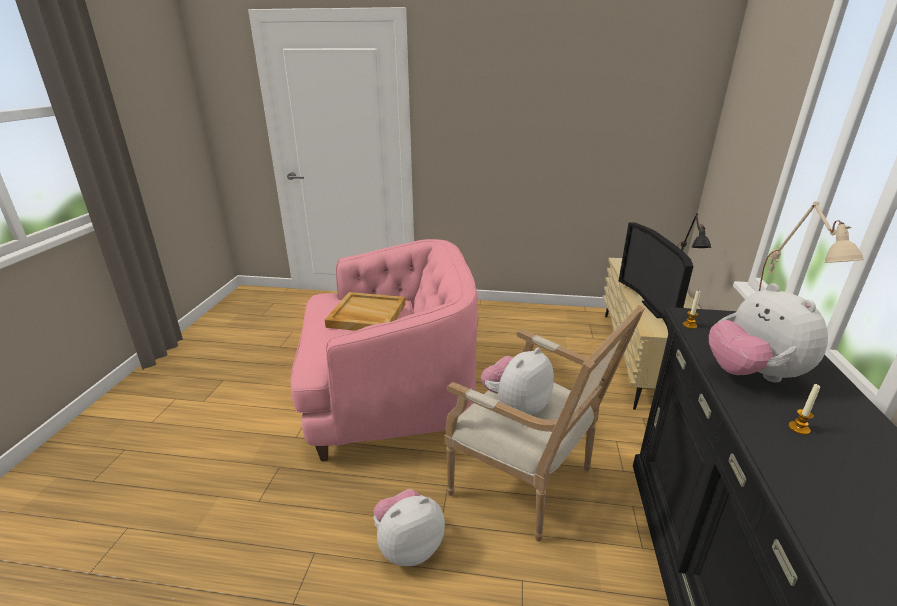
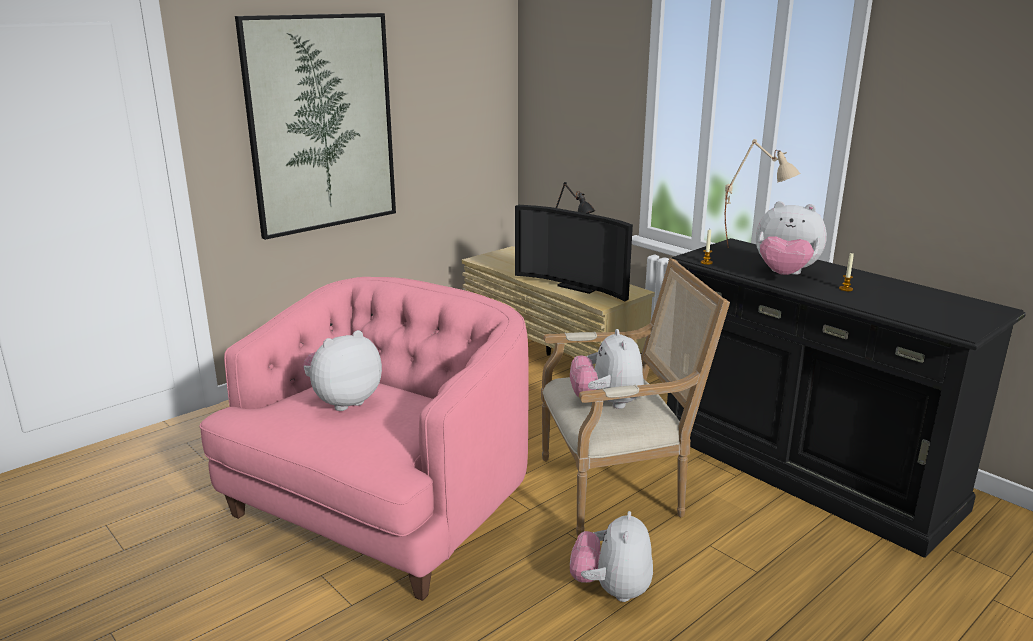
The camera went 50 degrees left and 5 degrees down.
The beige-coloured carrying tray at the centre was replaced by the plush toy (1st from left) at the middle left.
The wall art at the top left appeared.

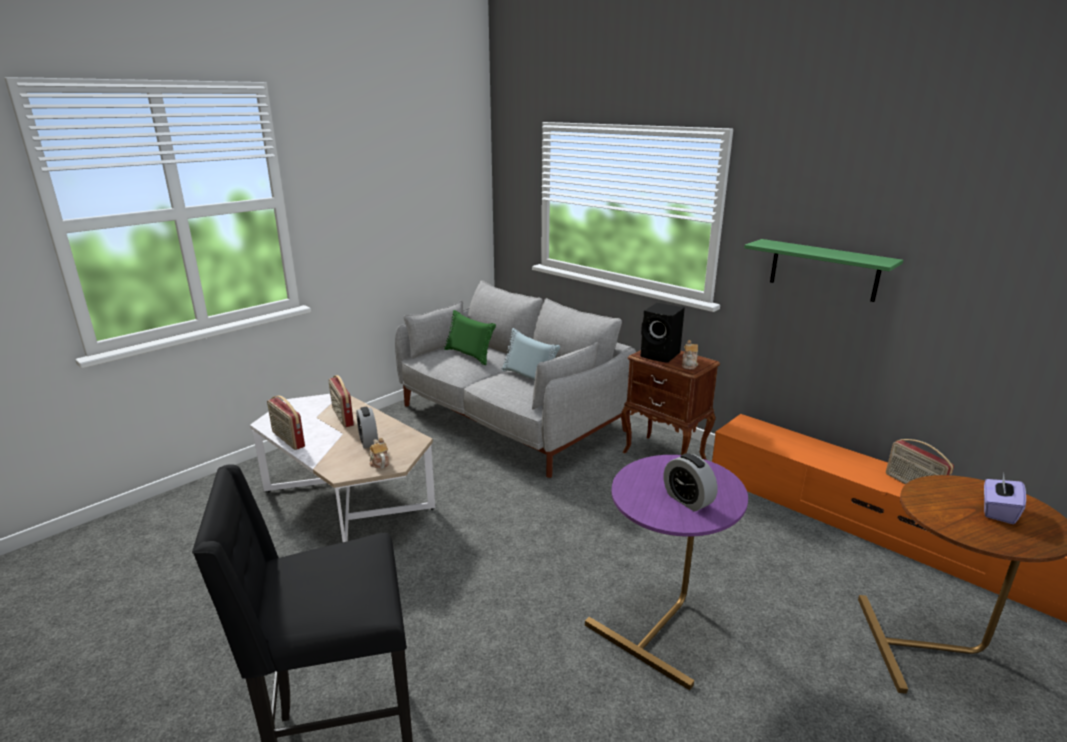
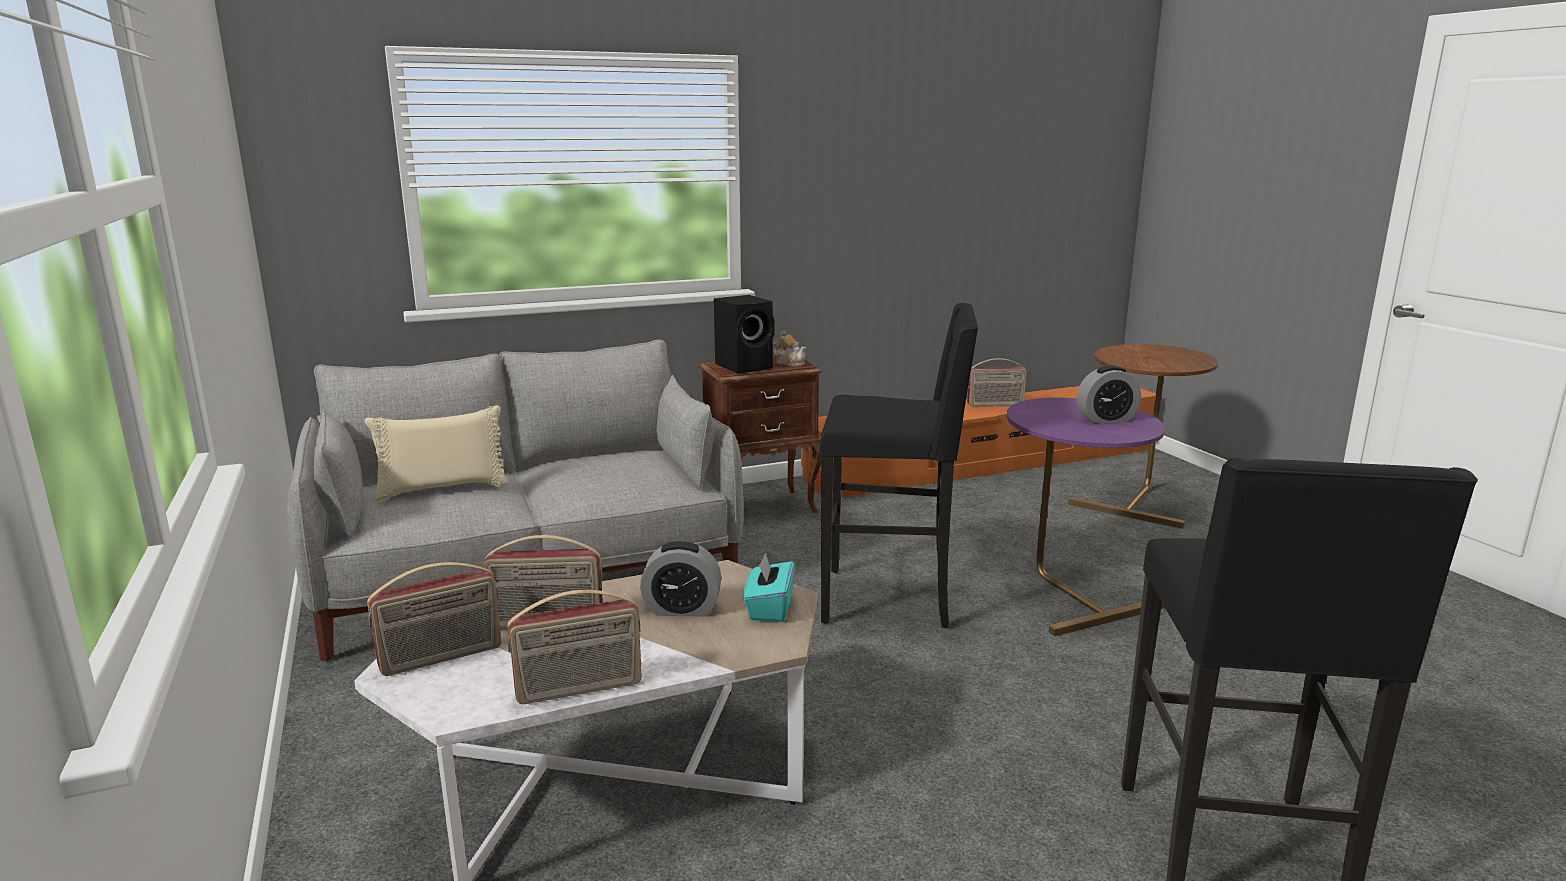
The camera went 65 degrees left and 5 degrees down.
The green-coloured wall shelf at the middle right disappeared.
The green-coloured cushion at the centre became the beige-coloured cushion at the middle left.
The blue cushion at the centre disappeared.
The tea pot (1st from left) at the centre was replaced by the turquoise tissue box at the centre.
The purple tissue box at the bottom right disappeared.
The blackish sitting stool (1st from left) at the centre appeared.
The radio set (1st from left) at the bottom left appeared.

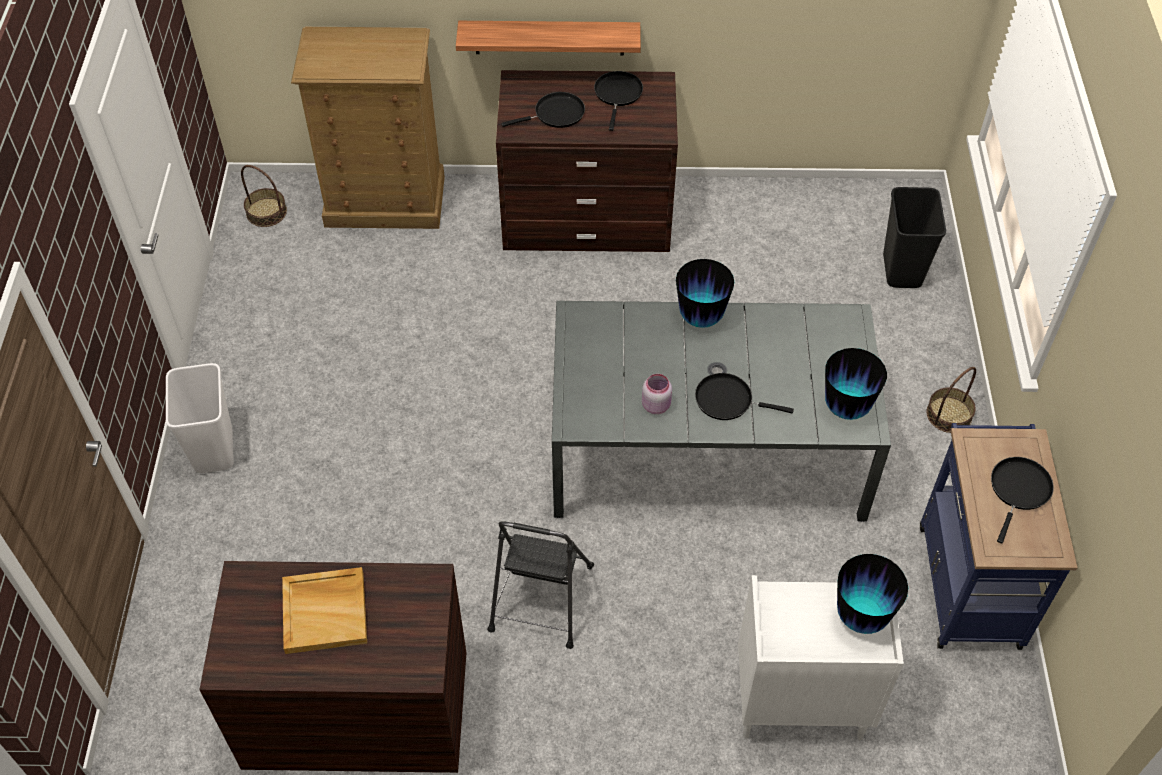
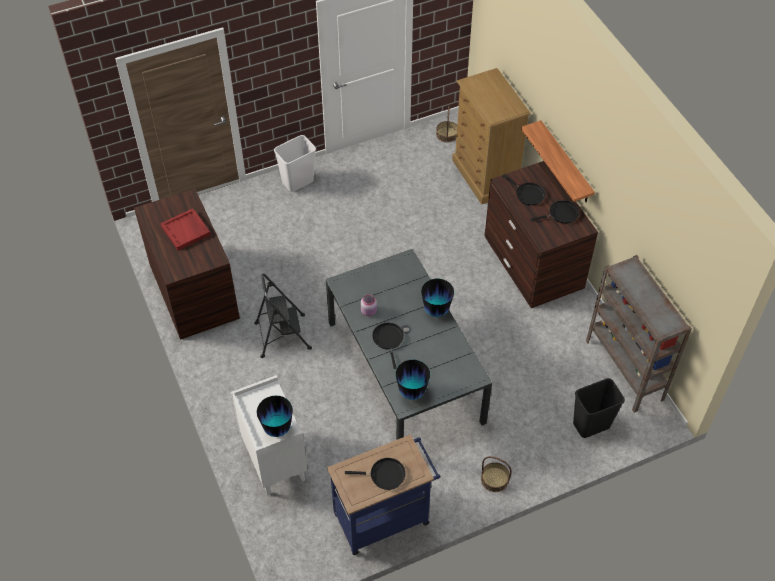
The camera went 65 degrees right and 0 degrees up.
The beige-coloured carrying tray at the bottom left became the red carrying tray at the middle left.
The greyish bookcase at the middle right appeared.

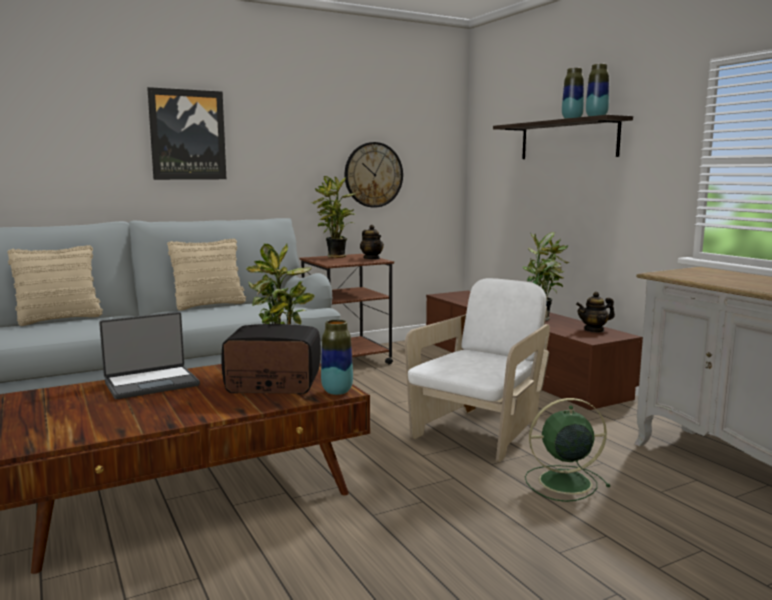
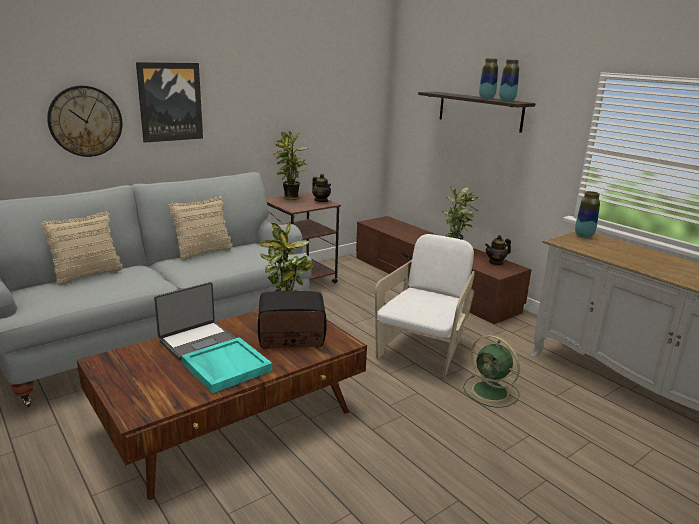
The camera went 10 degrees left and 10 degrees up.
The wall clock moved from the top centre to the top left.
The flower vase (1st from left in the first image) moved from the centre to the middle right.
The green-coloured cooling fan at the bottom right turned 120 degrees counterclockwise.
The turquoise carrying tray at the bottom left appeared.

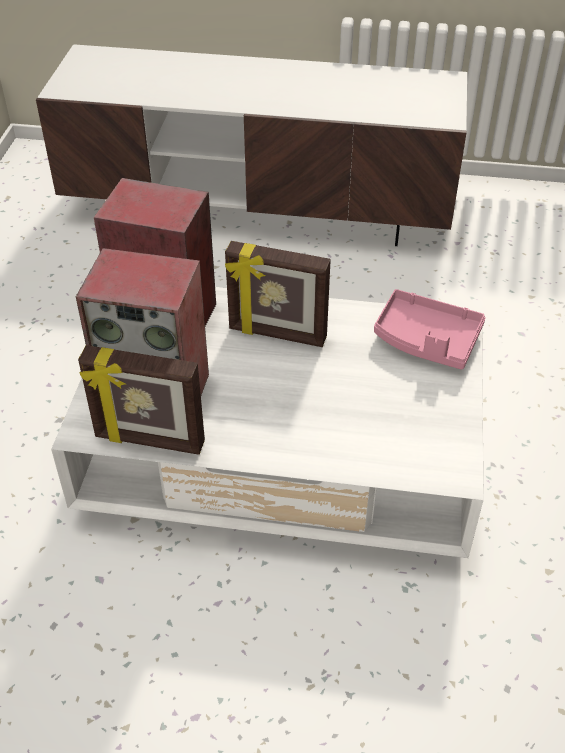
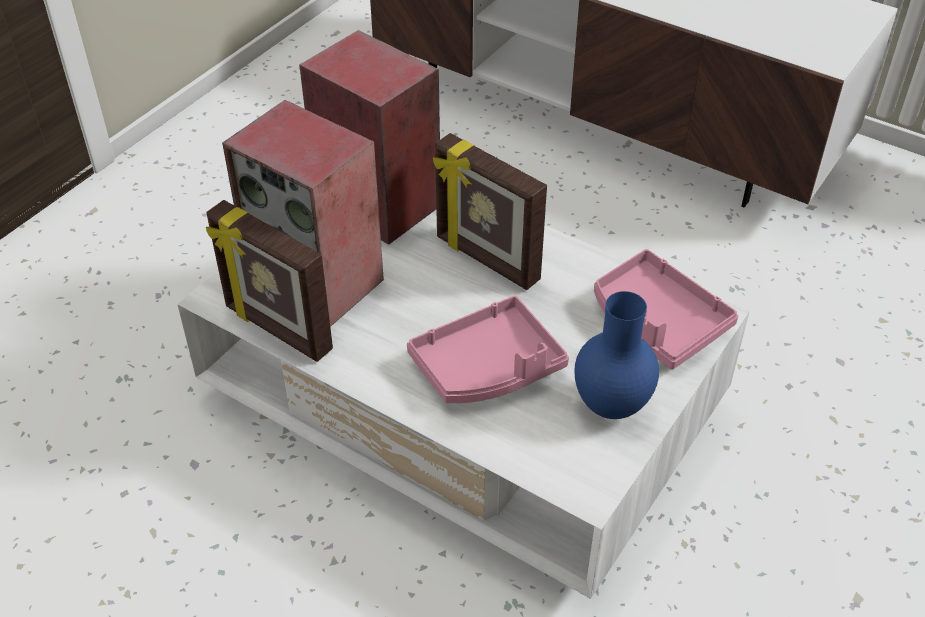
The camera went 25 degrees right and 0 degrees up.
The blue flower vase at the centre appeared.
The pink-coloured carrying tray (1st from left) at the centre appeared.

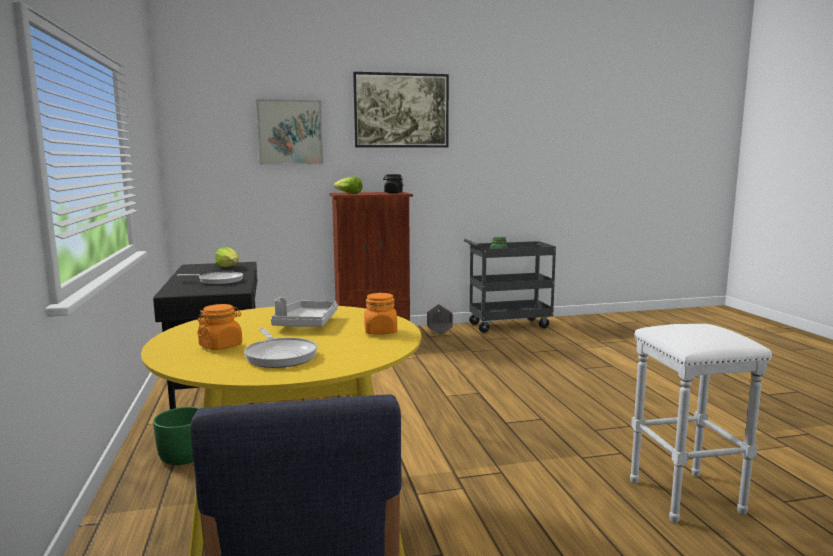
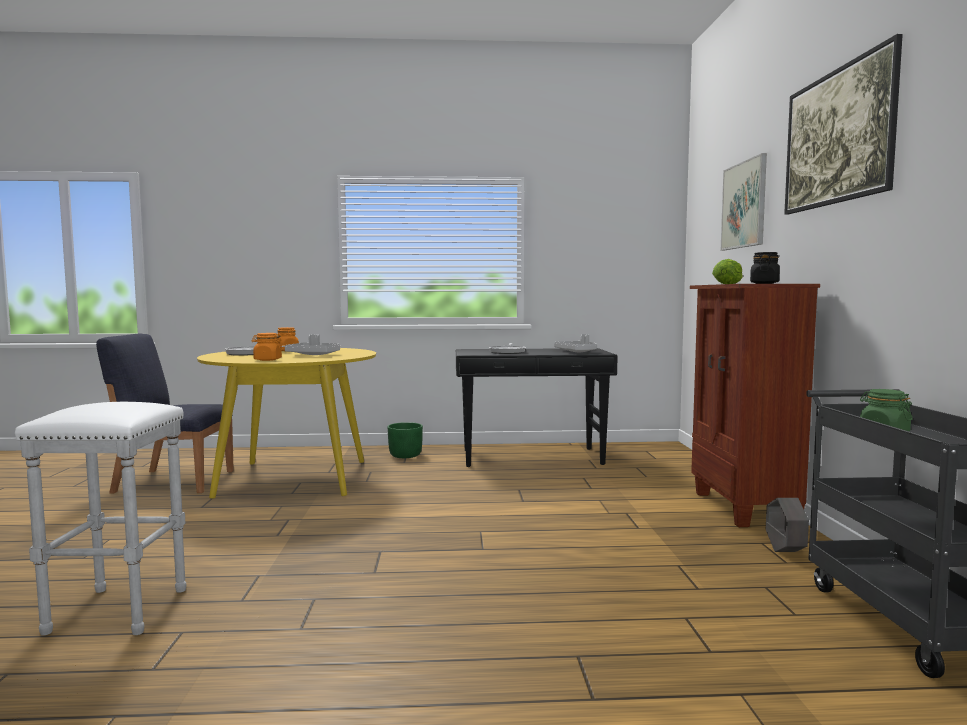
The camera went 100 degrees right and 5 degrees down.
The lettuce (1st from left) at the middle left was replaced by the greyish carrying tray (2nd from left) at the centre.

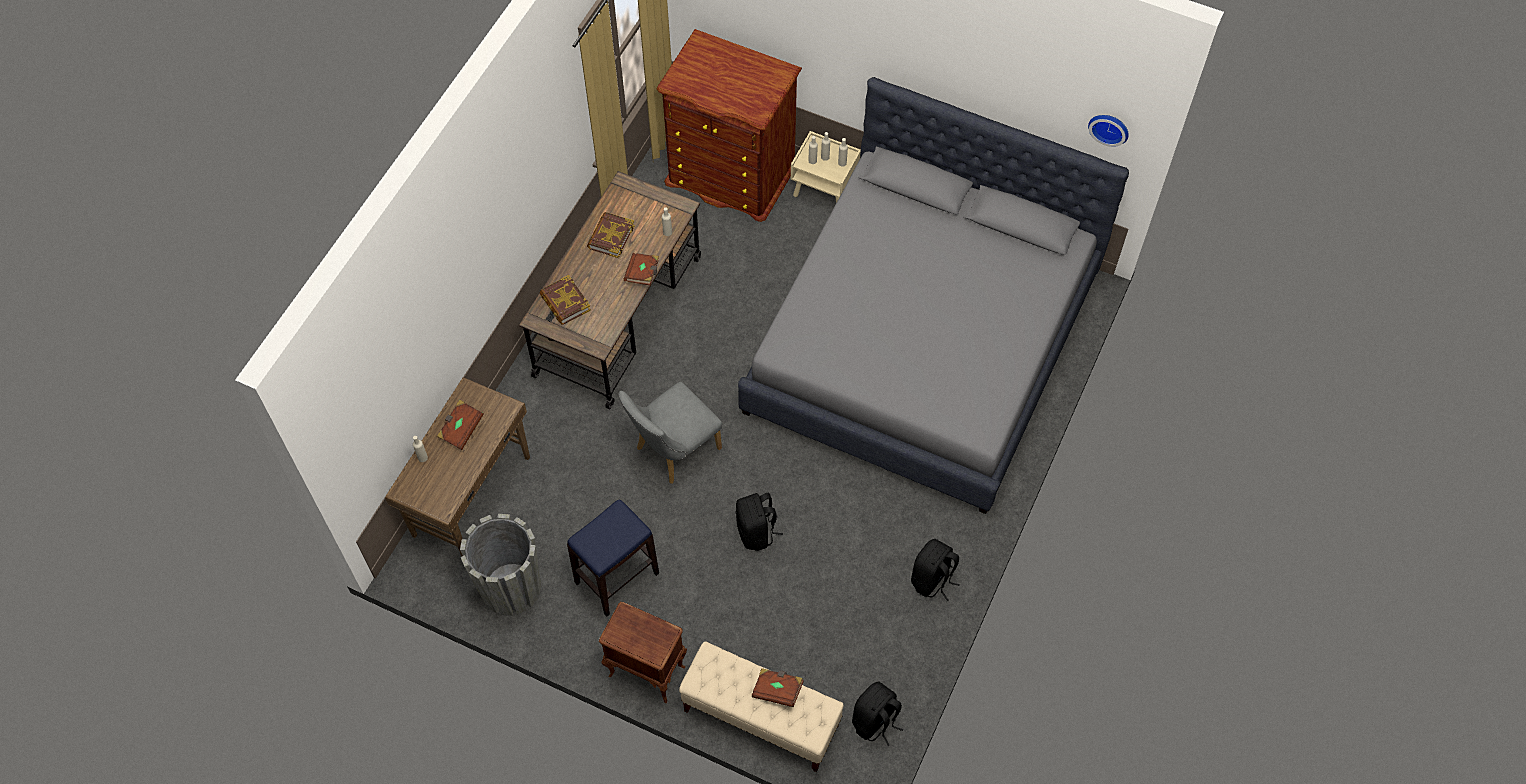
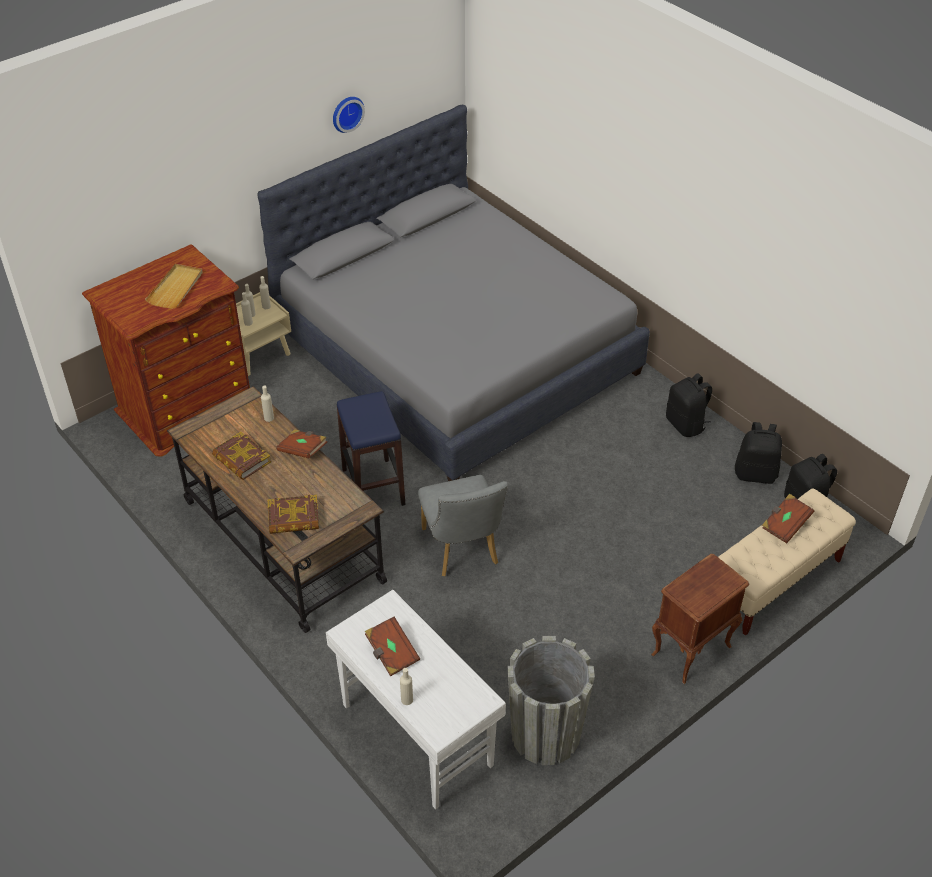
The camera went 65 degrees left and 15 degrees down.
The wall clock moved from the top right to the top centre.
The brown-coloured hall table at the middle left became the white hall table at the bottom centre.
The blackish knapsack (1st from left in the first image) moved from the centre to the middle right.
The sitting stool moved from the bottom centre to the centre.
The beige-coloured carrying tray at the top left appeared.

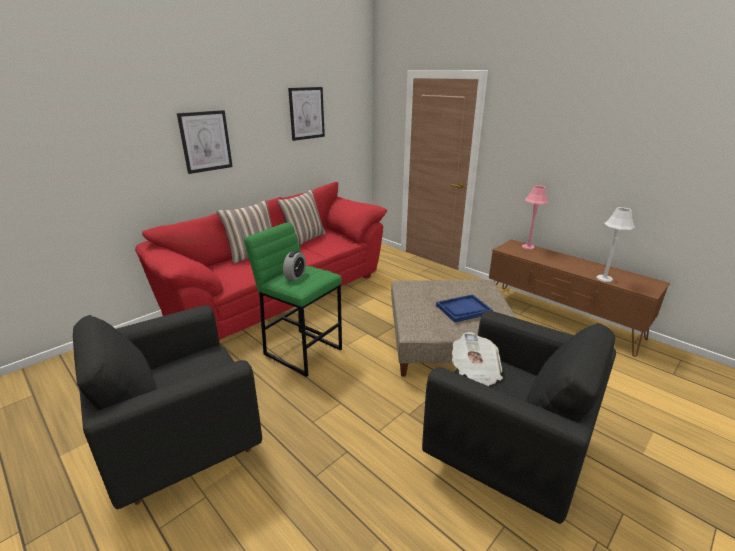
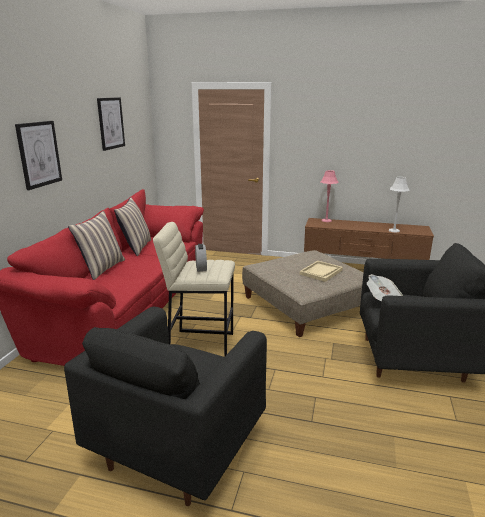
The camera went 30 degrees left and 5 degrees down.
The green-coloured sitting stool at the centre became the beige-coloured sitting stool at the centre.
The blue carrying tray at the centre became the beige-coloured carrying tray at the centre.

